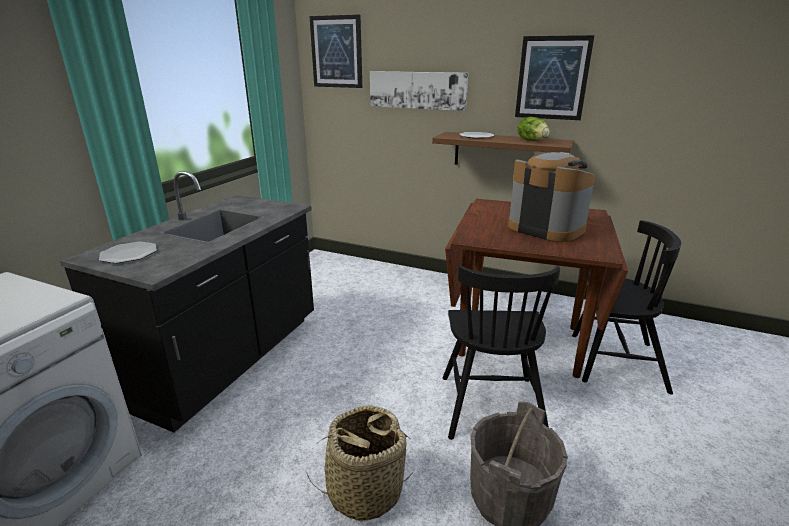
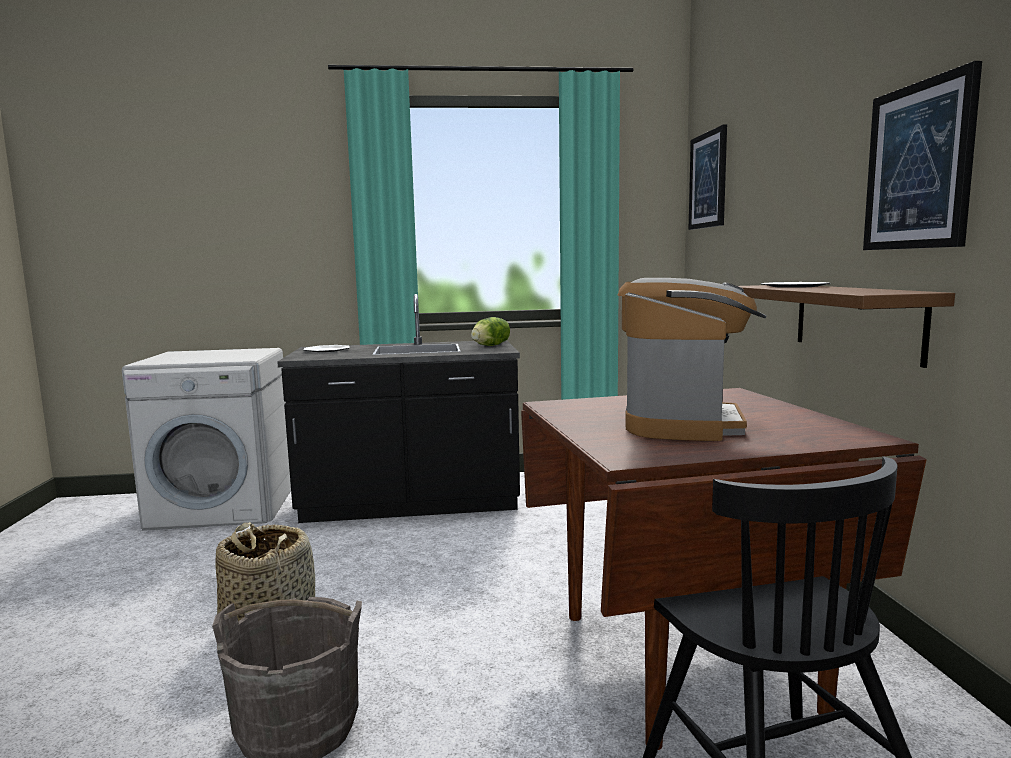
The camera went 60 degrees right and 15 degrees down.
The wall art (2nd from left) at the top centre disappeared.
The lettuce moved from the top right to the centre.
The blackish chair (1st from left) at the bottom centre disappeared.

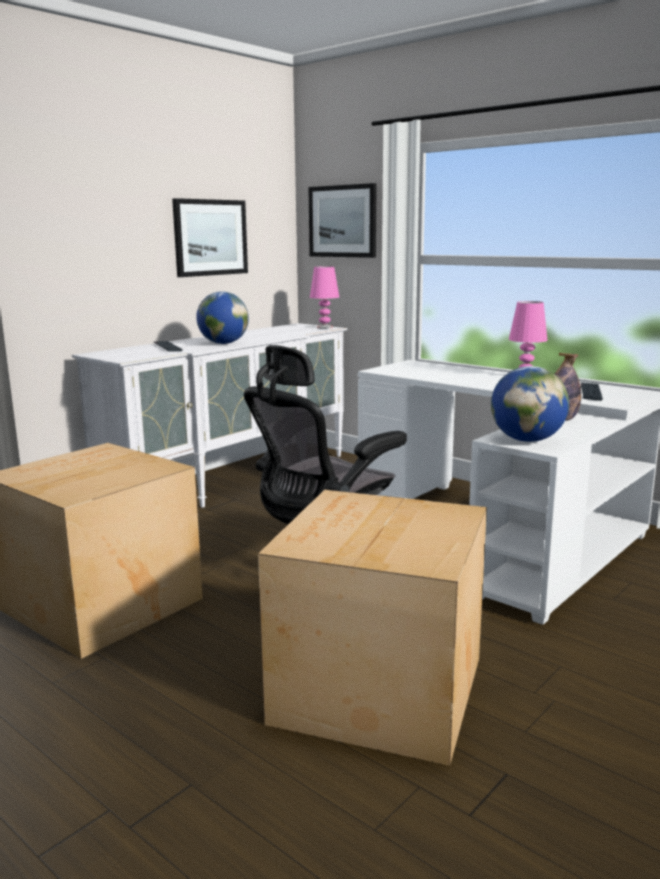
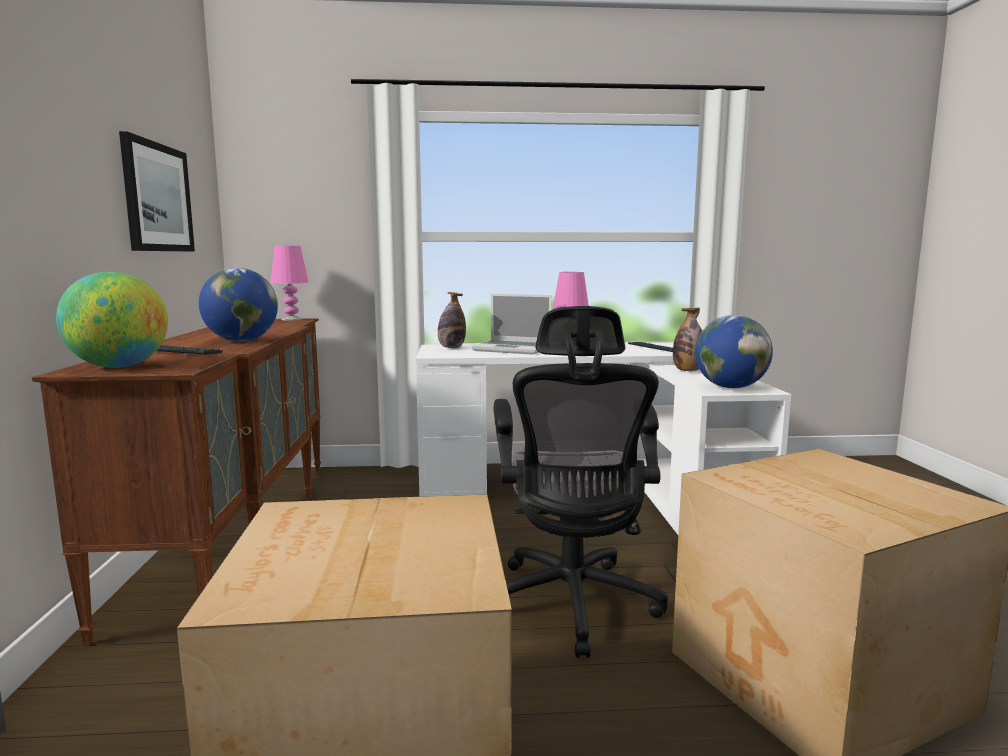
The camera went 45 degrees left and 5 degrees down.
The wall art (2nd from left) at the top centre disappeared.
The white cabinet at the middle left became the brown-coloured cabinet at the middle left.
The globe (1st from left) at the middle left appeared.
The beverage bottle (1st from left) at the centre appeared.
The portable computer at the centre appeared.

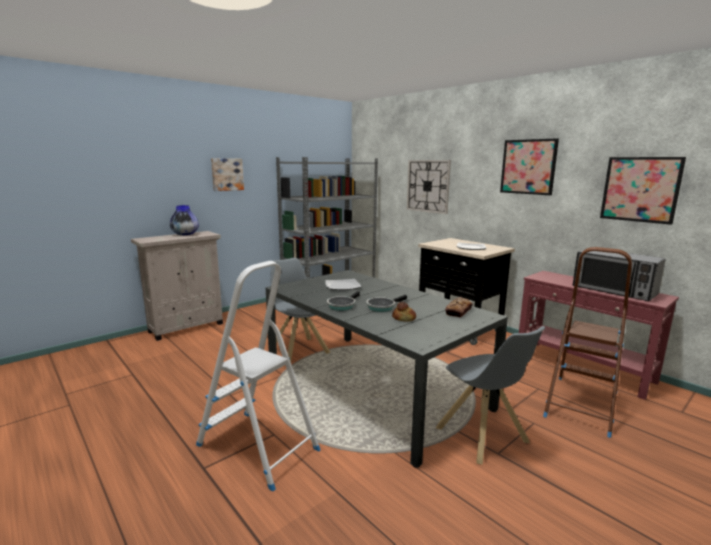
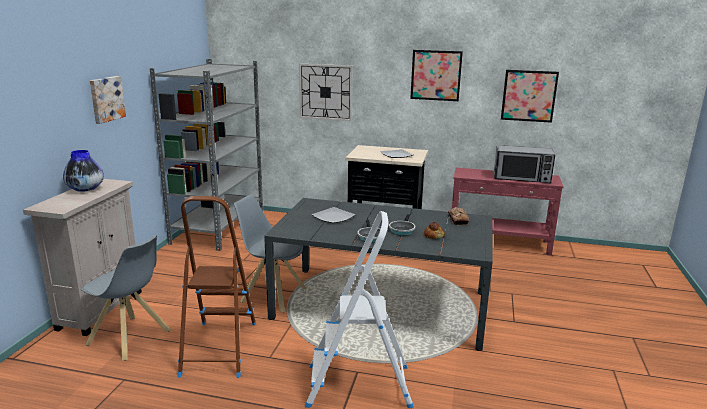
The camera went 35 degrees left and 5 degrees up.
The brown-coloured step ladder moved from the middle right to the bottom left.
The greyish chair (2nd from left in the first image) moved from the bottom right to the bottom left.

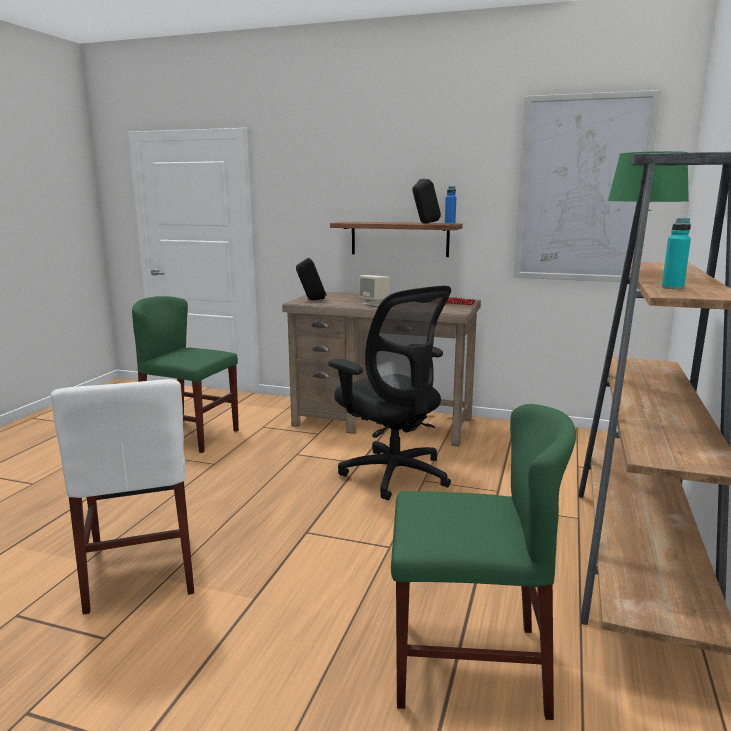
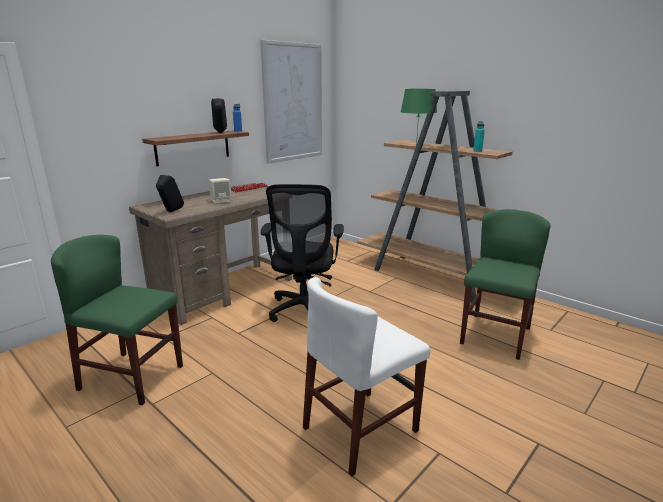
The camera went 65 degrees left and 5 degrees up.
The blackish desk chair at the centre turned 105 degrees clockwise.
The green-coloured chair (1st from left) at the middle left turned 60 degrees clockwise.
The white chair at the bottom left turned 135 degrees clockwise.

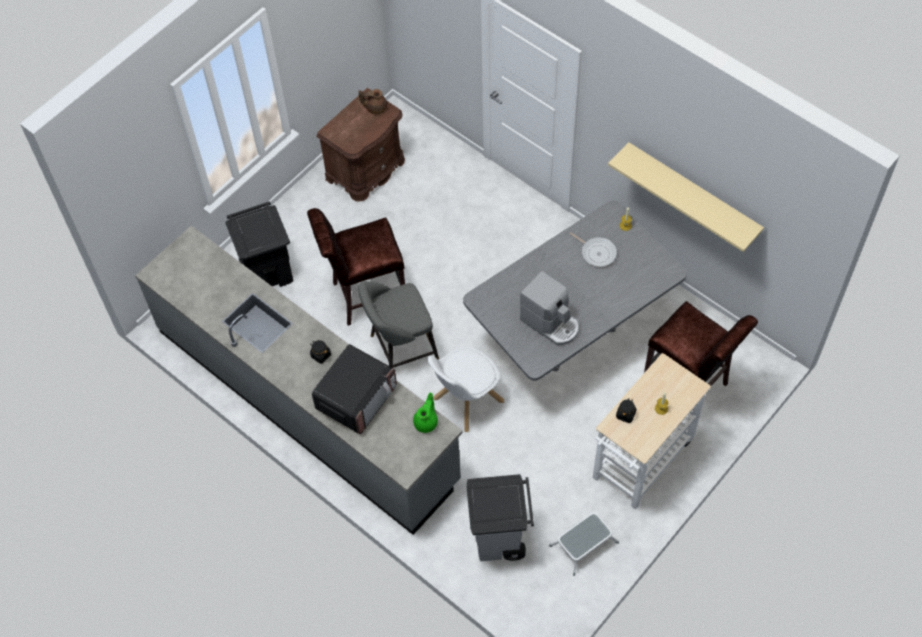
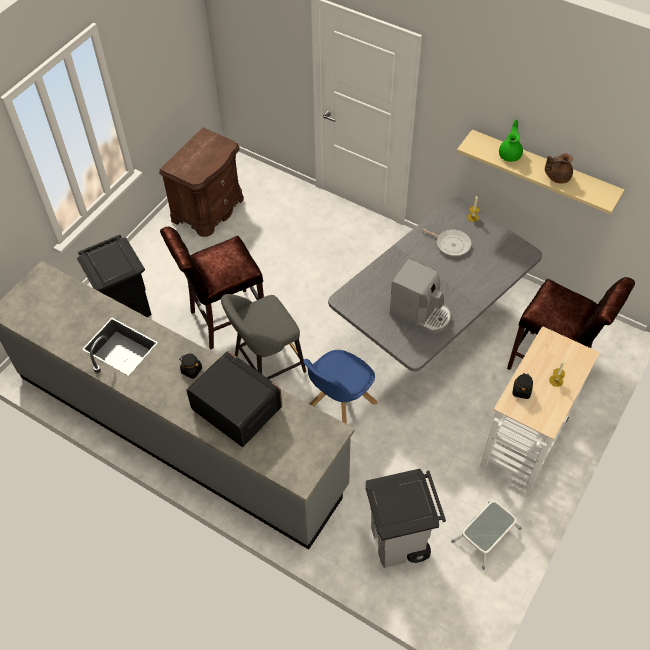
The camera went 10 degrees left and 5 degrees down.
The brown-coloured tea pot moved from the top centre to the top right.
The microwave at the centre turned 75 degrees counterclockwise.
The white chair at the centre became the blue chair at the centre.
The green-coloured tea pot moved from the centre to the top right.

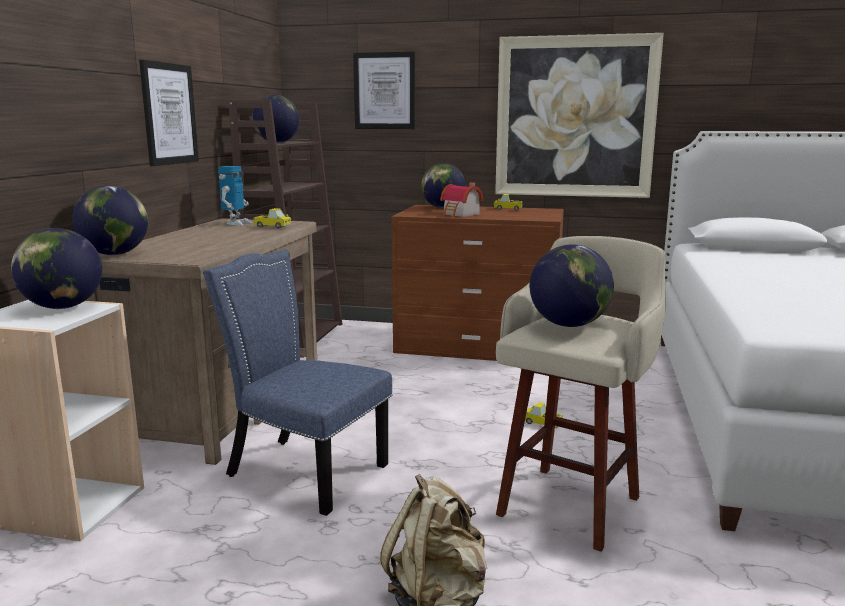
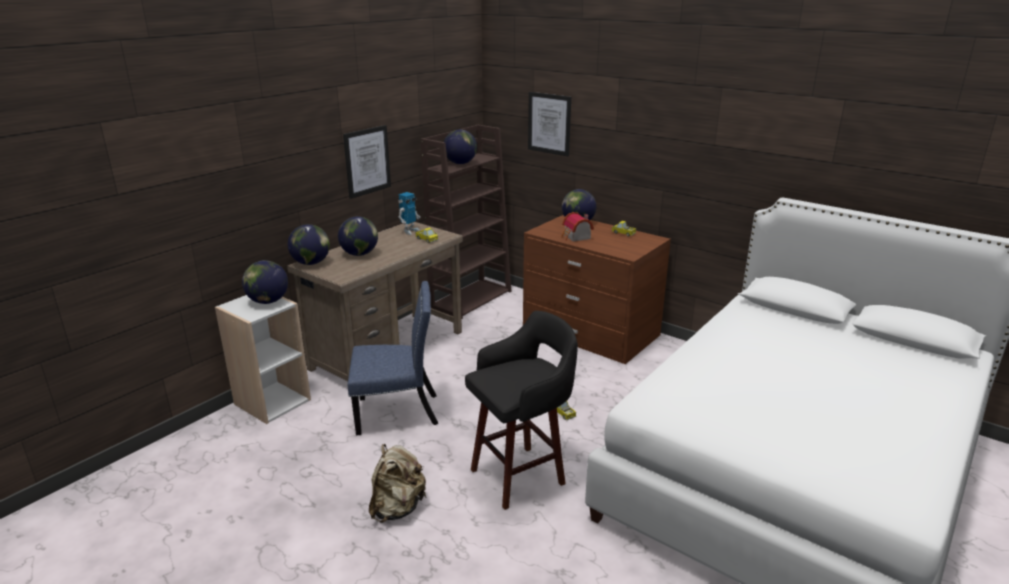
The camera went 25 degrees right and 10 degrees up.
The wall art (3rd from left) at the top right disappeared.
The beige-coloured sitting stool at the middle right became the blackish sitting stool at the bottom centre.
The globe (5th from left in the first image) moved from the middle right to the centre.
The blue chair at the centre turned 120 degrees clockwise.

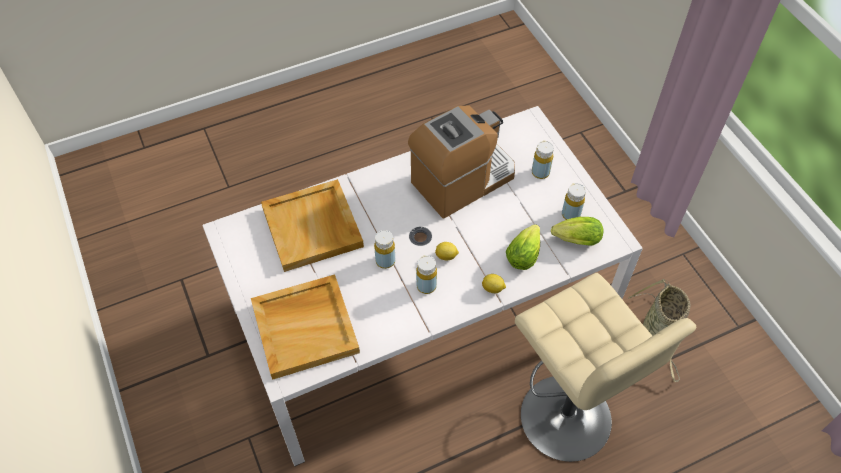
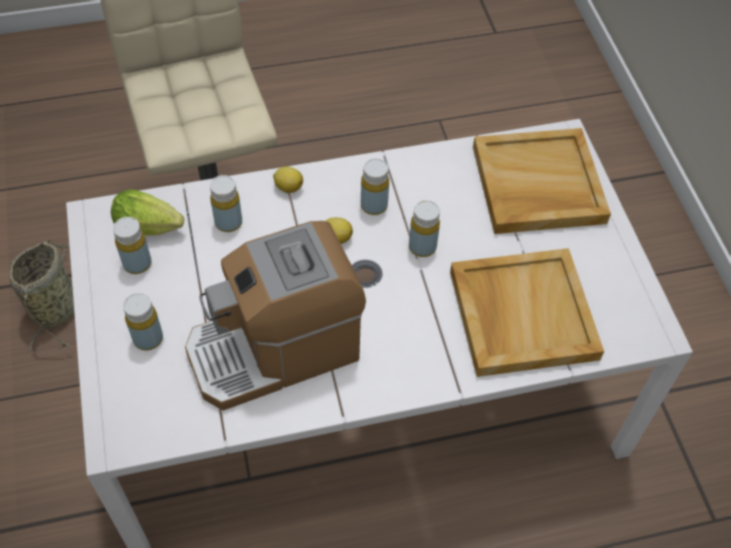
The camera went 170 degrees left and 0 degrees up.
The lettuce (1st from left) at the centre was replaced by the yellow-coloured beverage bottle (3rd from left) at the middle left.

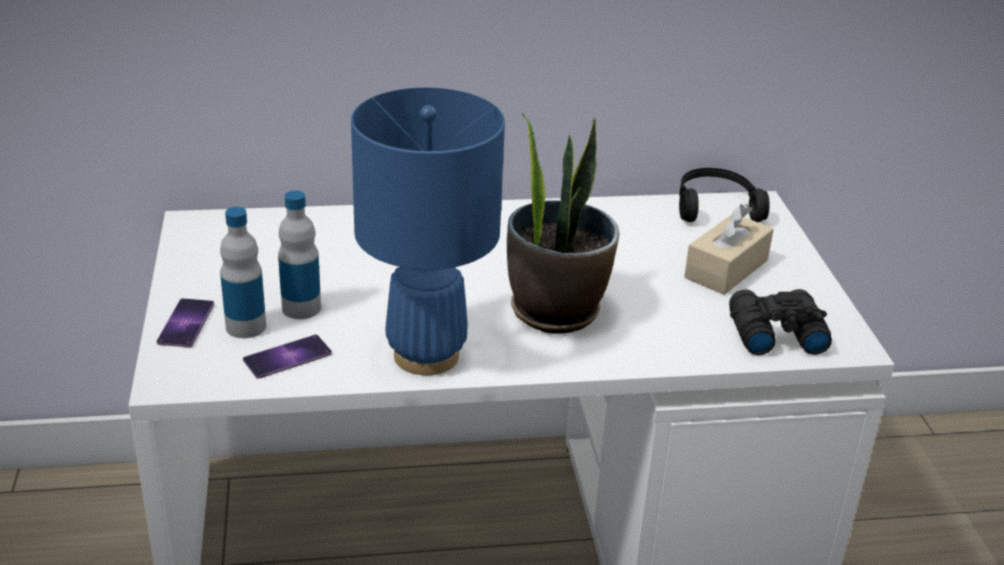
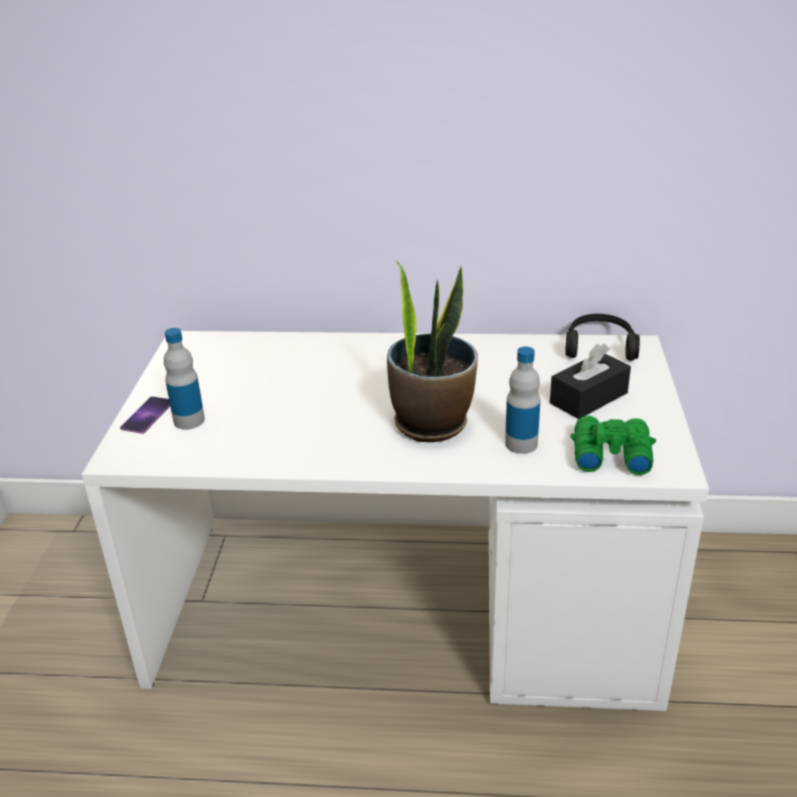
The camera went 15 degrees right and 0 degrees up.
The blue table lamp at the centre disappeared.
The beverage bottle (2nd from left) moved from the middle left to the centre.
The beige-coloured tissue box at the middle right became the blackish tissue box at the middle right.
The blackish pair of binoculars at the middle right became the green-coloured pair of binoculars at the middle right.
The handset (2nd from left) at the middle left disappeared.

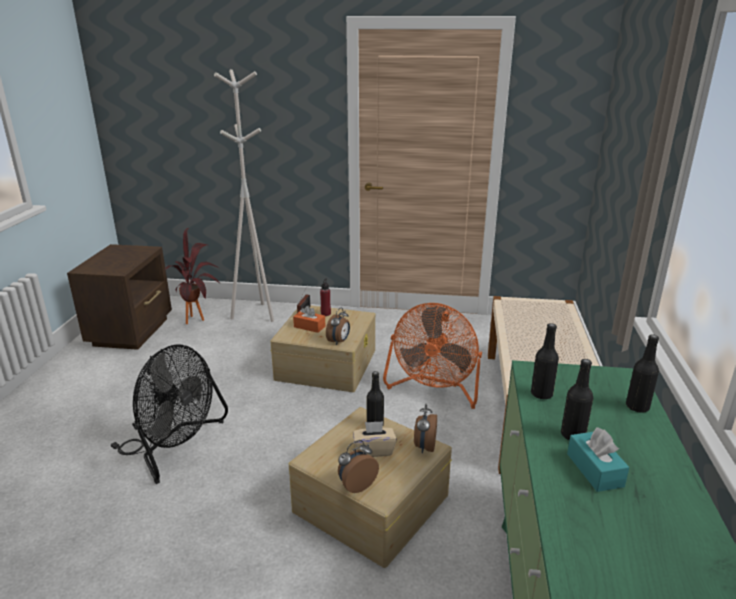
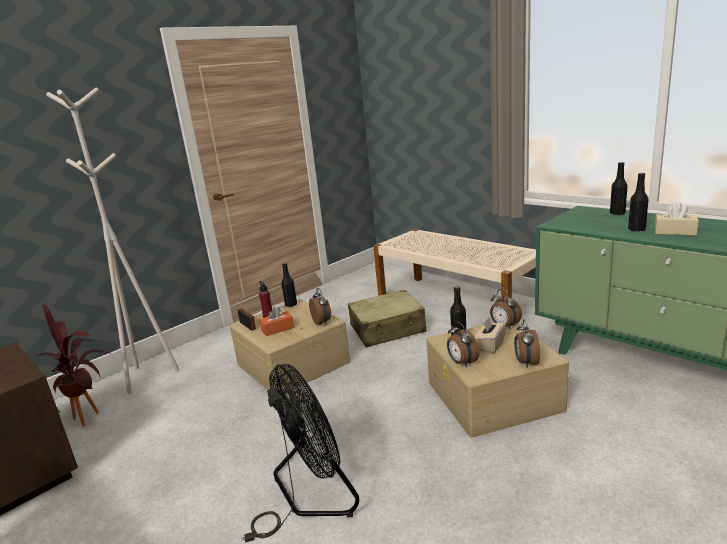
The camera went 50 degrees left and 5 degrees down.
The orangey cooling fan at the centre was replaced by the beige-coloured travel case at the centre.
The blackish beverage bottle (2nd from left in the first image) moved from the middle right to the centre.
The turquoise tissue box at the bottom right became the beige-coloured tissue box (2nd from left) at the middle right.
The alarm clock (2nd from left) at the centre appeared.

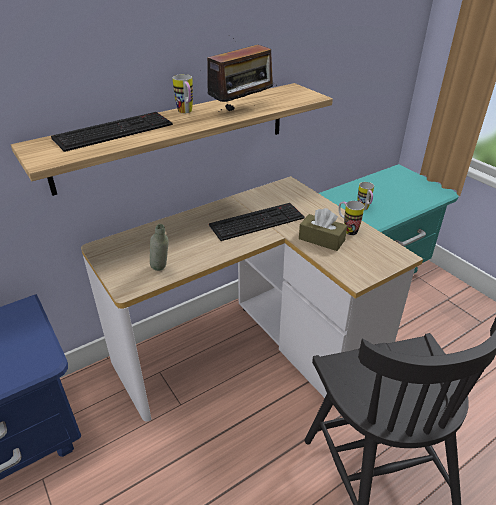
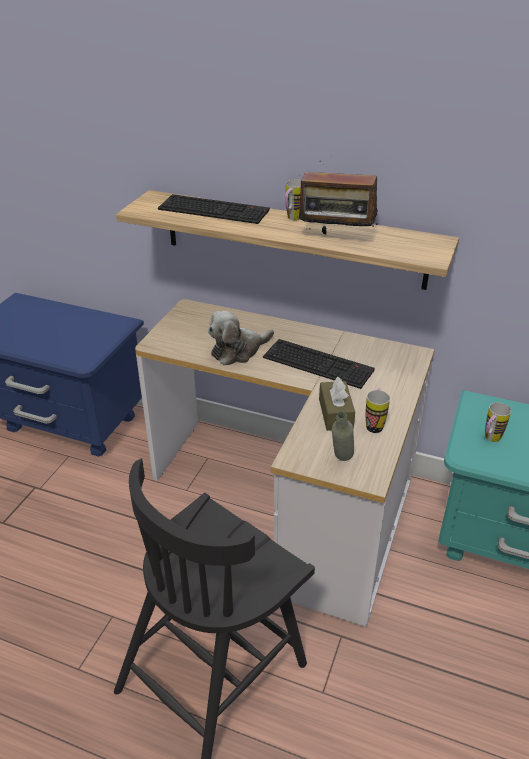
The camera went 55 degrees right and 0 degrees up.
The greyish beverage bottle moved from the middle left to the centre.
The plush toy at the centre appeared.

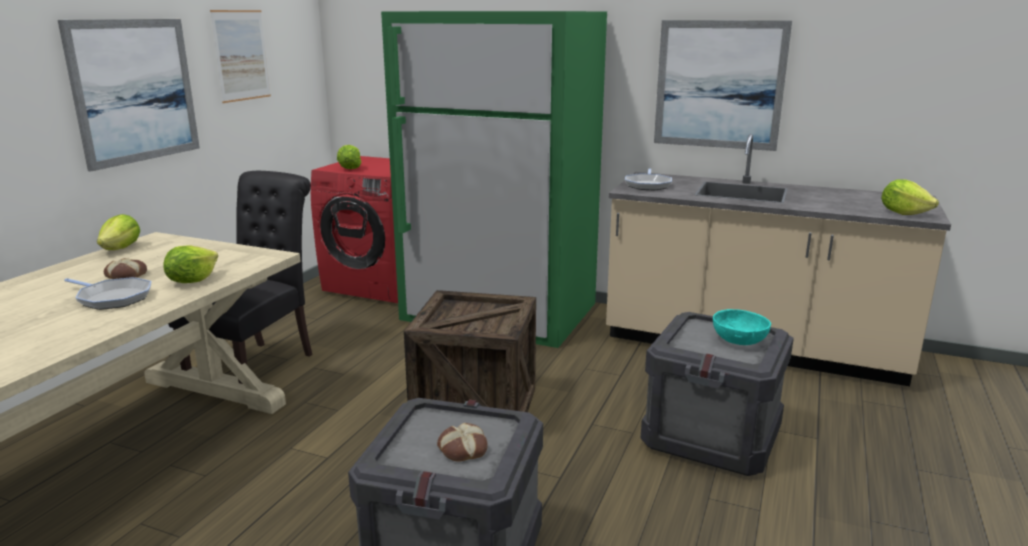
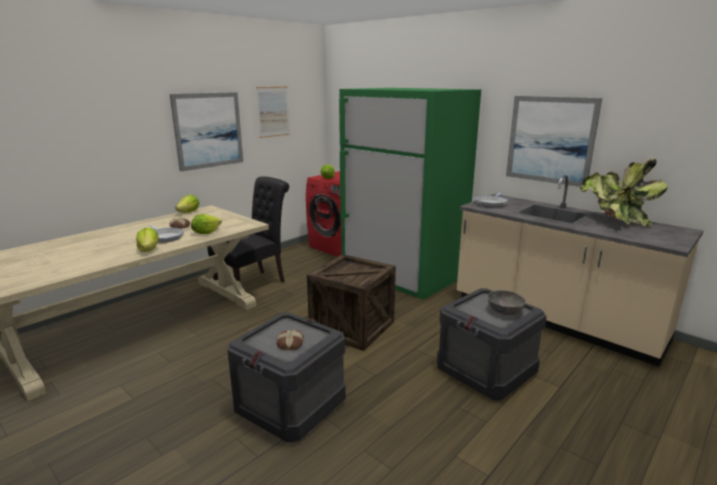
The camera went 20 degrees right and 0 degrees up.
The lettuce (4th from left in the first image) moved from the middle right to the middle left.
The turquoise serving bowl at the middle right became the greyish serving bowl at the middle right.
The plant in a pot at the middle right appeared.

